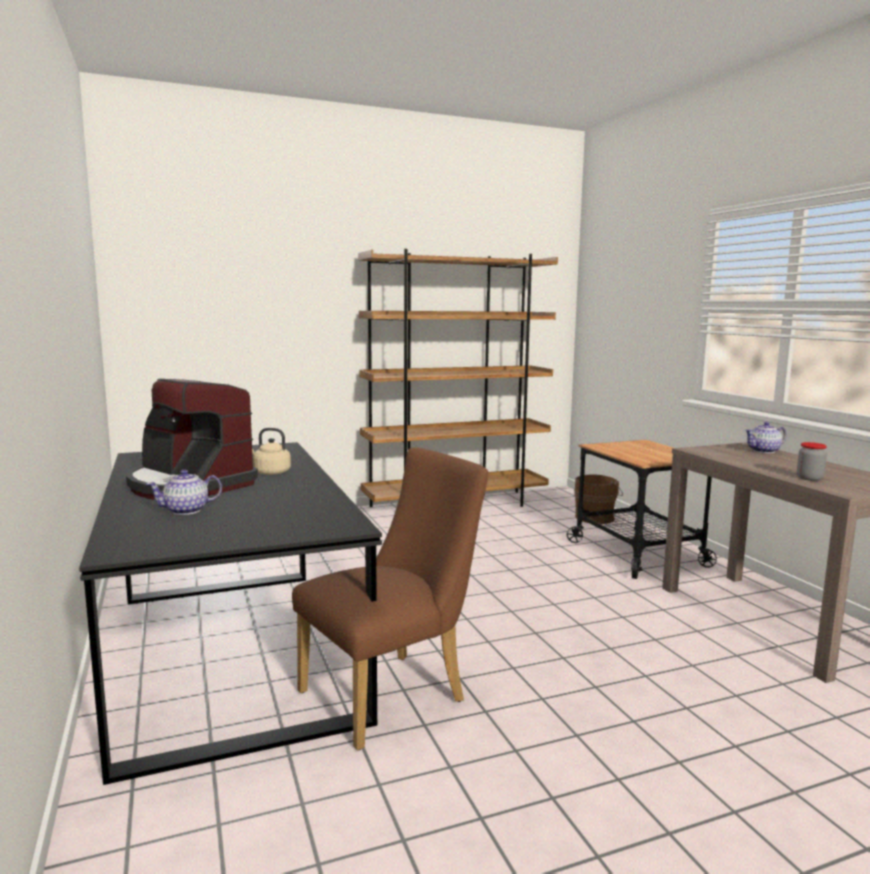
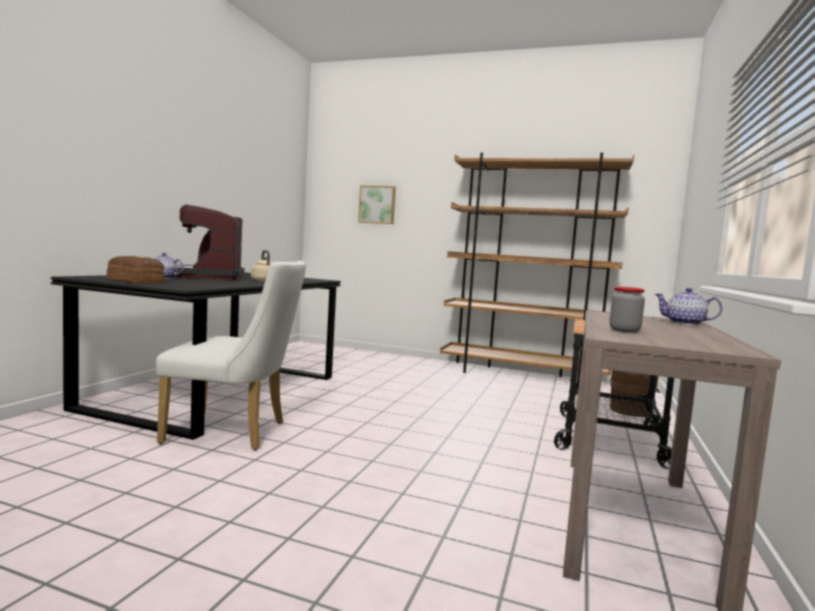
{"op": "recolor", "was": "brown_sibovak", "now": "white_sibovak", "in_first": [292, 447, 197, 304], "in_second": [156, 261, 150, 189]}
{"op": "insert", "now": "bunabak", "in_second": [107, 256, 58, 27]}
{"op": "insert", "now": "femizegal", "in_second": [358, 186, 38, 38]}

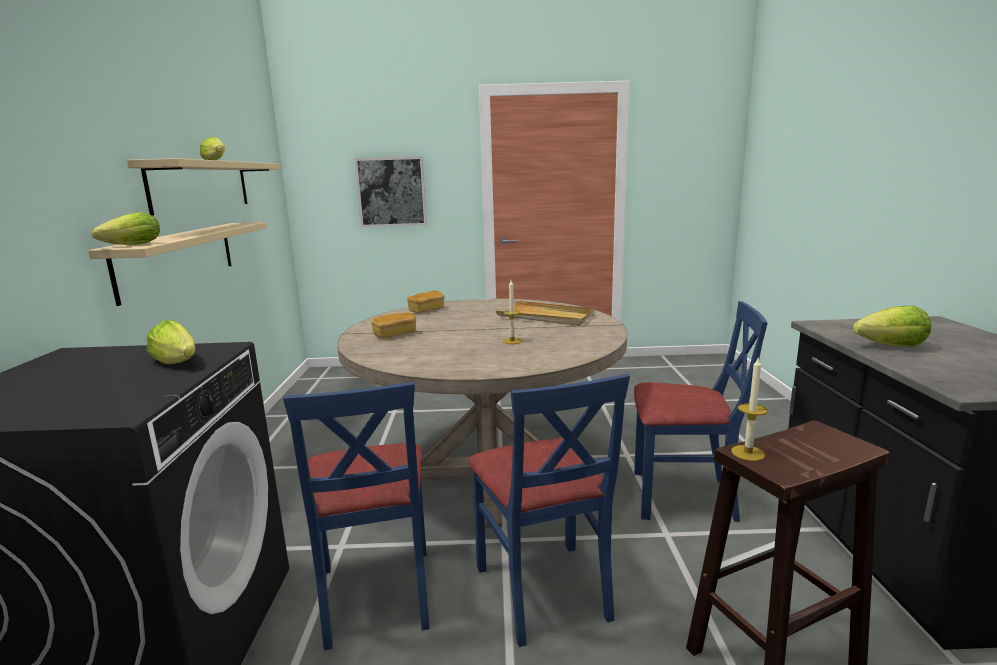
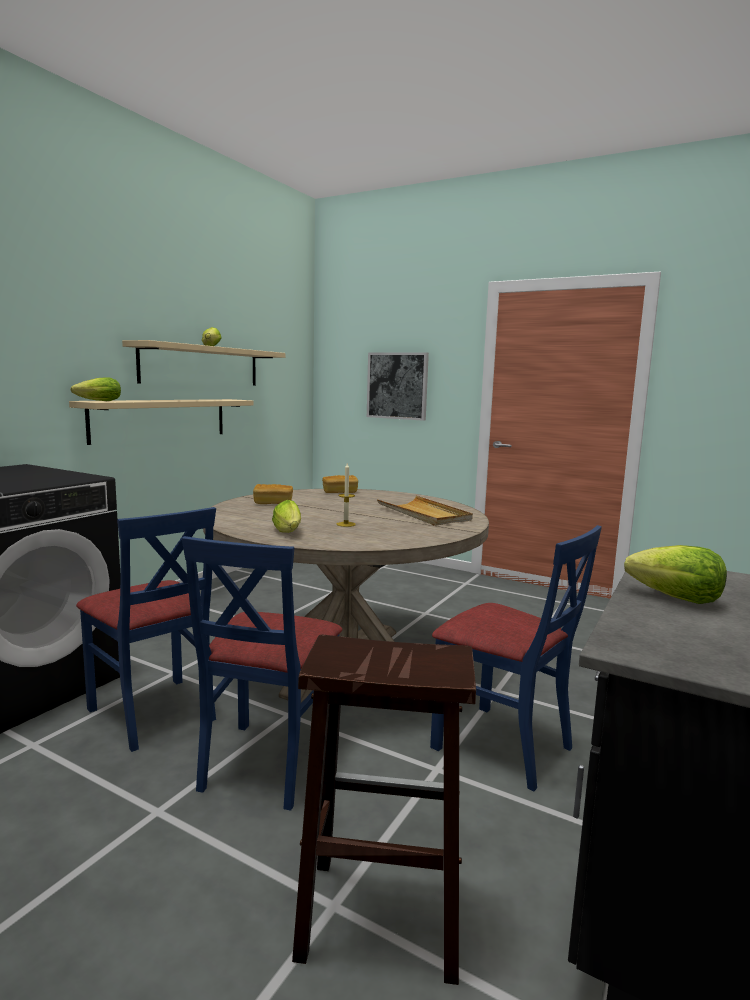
{"op": "move", "was": "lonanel", "in_first": [146, 320, 49, 44], "in_second": [272, 500, 29, 33]}
{"op": "rotate", "was": "blue_sibovak", "in_first": [283, 382, 147, 268], "in_second": [76, 507, 140, 245], "clockwise": -60}
{"op": "delete", "was": "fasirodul", "in_first": [731, 356, 37, 105]}

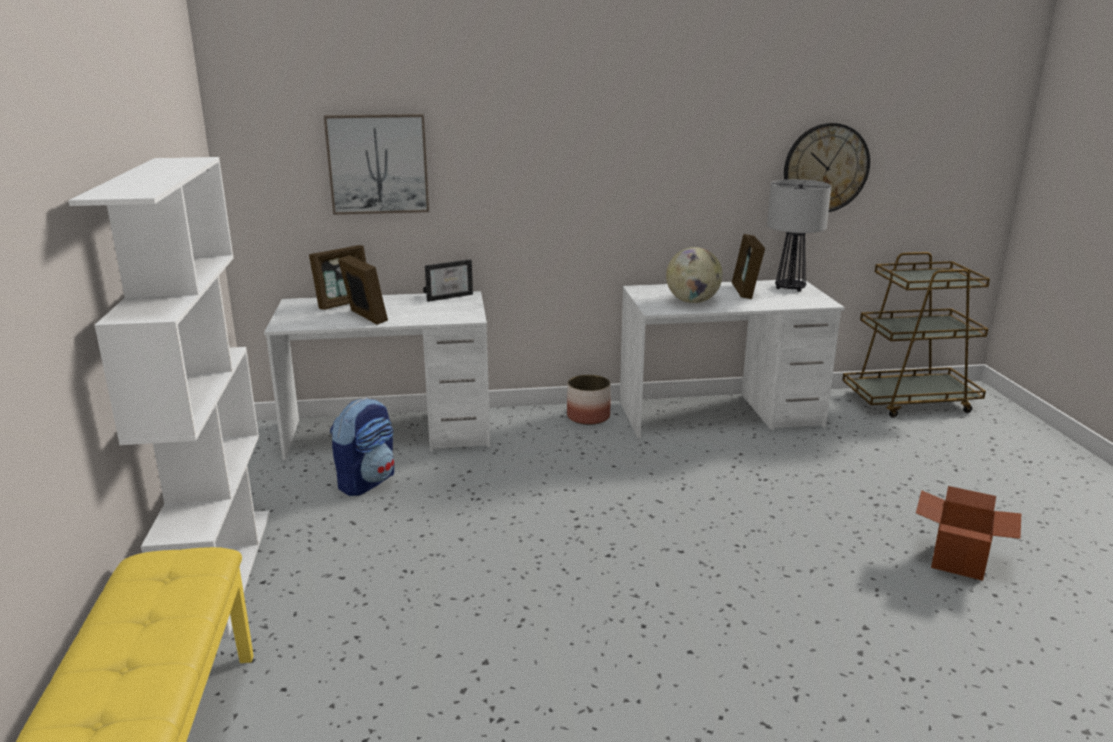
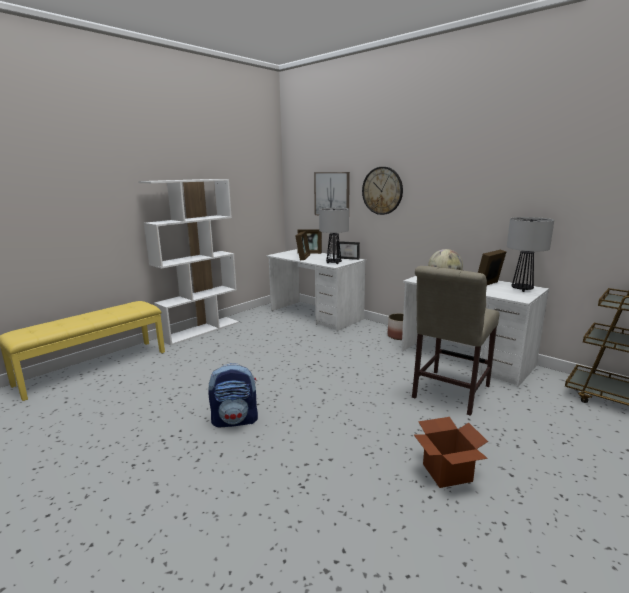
{"op": "move", "was": "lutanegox", "in_first": [330, 398, 64, 98], "in_second": [208, 363, 50, 64]}
{"op": "move", "was": "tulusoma", "in_first": [784, 123, 86, 89], "in_second": [362, 167, 41, 48]}
{"op": "insert", "now": "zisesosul", "in_second": [319, 208, 30, 56]}
{"op": "insert", "now": "beige_sibovak", "in_second": [412, 266, 87, 150]}

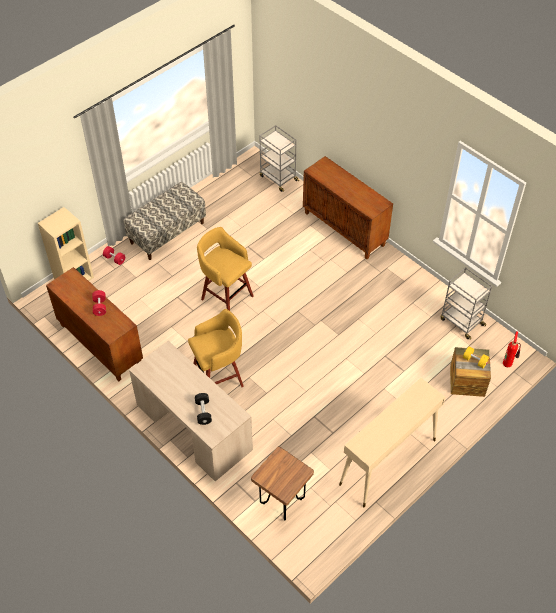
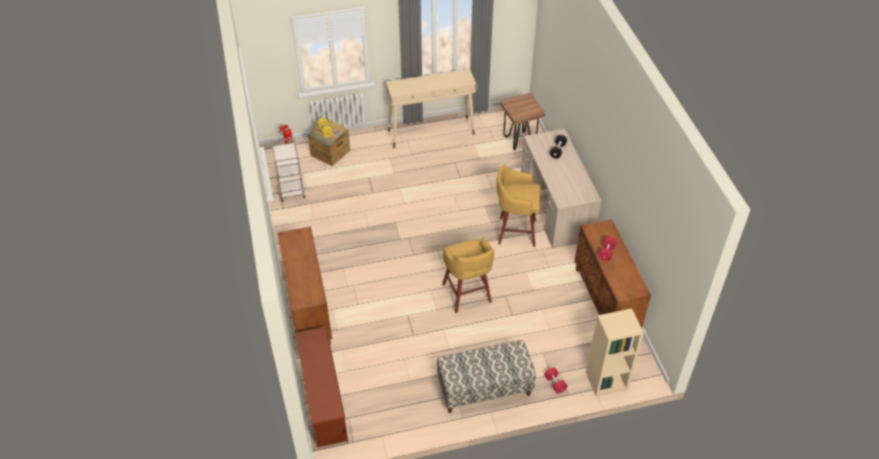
{"op": "replace", "was": "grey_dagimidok", "now": "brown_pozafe", "in_first": [259, 125, 40, 67], "in_second": [296, 327, 52, 120]}

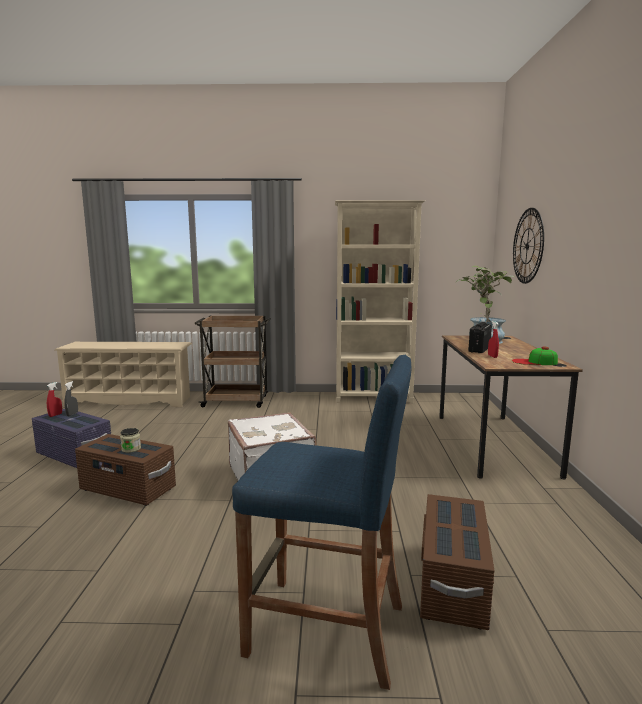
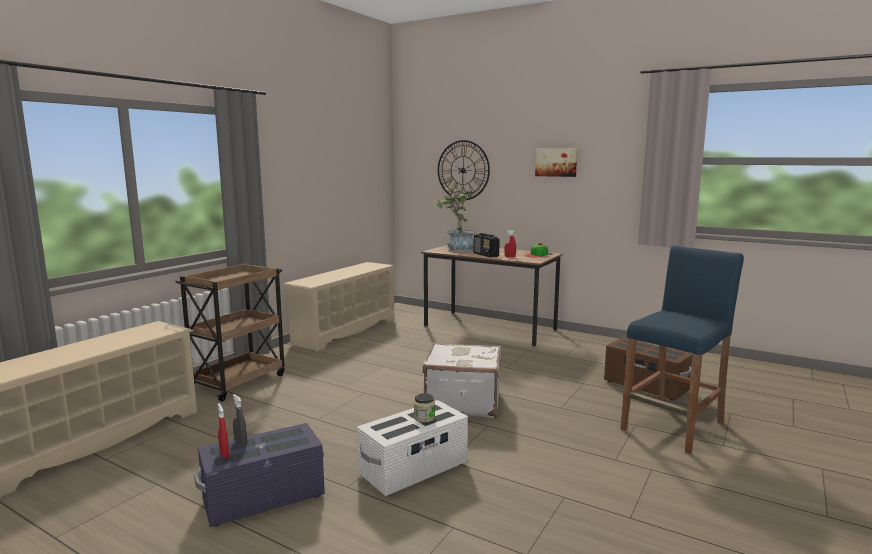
{"op": "recolor", "was": "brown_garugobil", "now": "white_garugobil", "in_first": [75, 434, 101, 72], "in_second": [357, 400, 111, 96]}
{"op": "replace", "was": "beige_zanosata", "now": "beige_pozafe", "in_first": [335, 200, 90, 203], "in_second": [282, 262, 113, 90]}
{"op": "insert", "now": "femizegal", "in_second": [535, 149, 43, 28]}

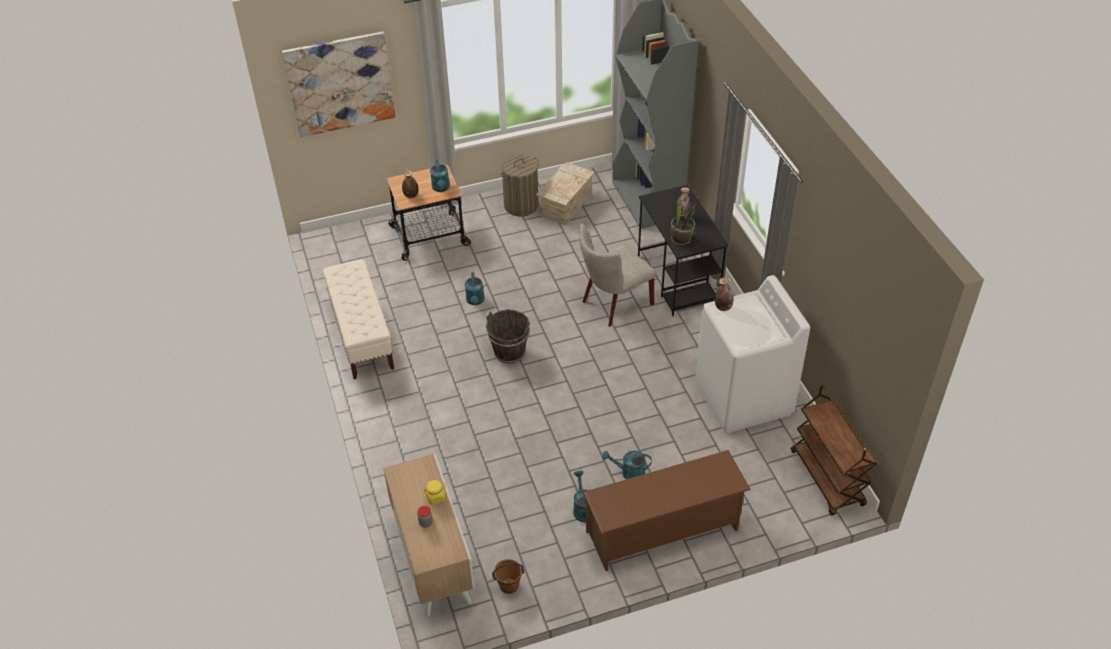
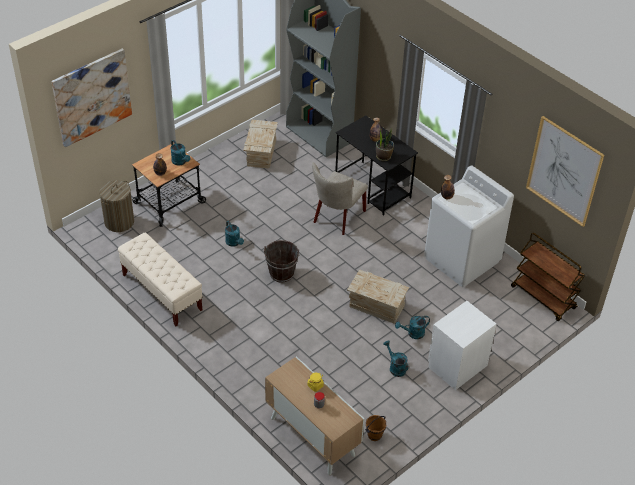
{"op": "move", "was": "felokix", "in_first": [500, 155, 39, 61], "in_second": [99, 180, 35, 52]}
{"op": "replace", "was": "brown_pozafe", "now": "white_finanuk", "in_first": [583, 450, 168, 121], "in_second": [428, 301, 68, 89]}
{"op": "insert", "now": "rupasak", "in_second": [347, 269, 62, 54]}
{"op": "insert", "now": "femizegal", "in_second": [526, 116, 78, 111]}

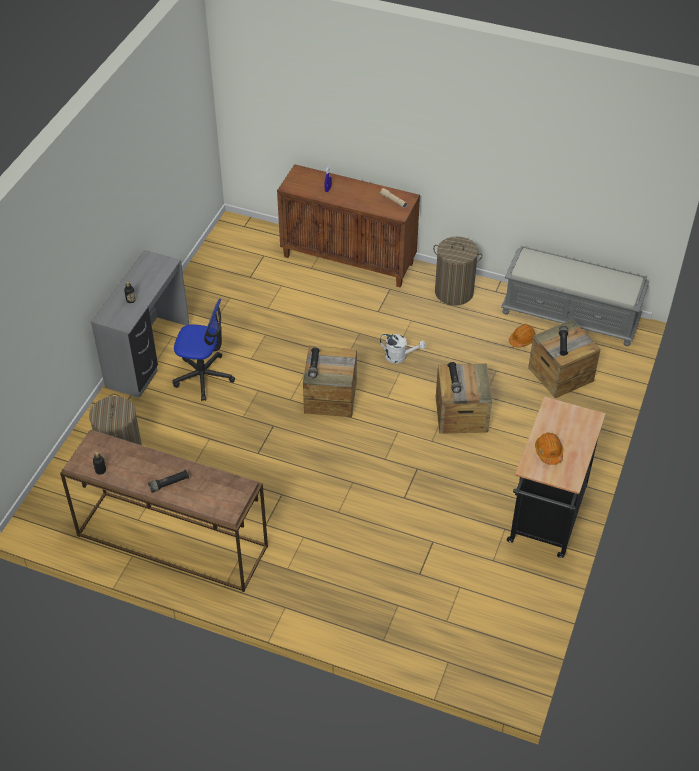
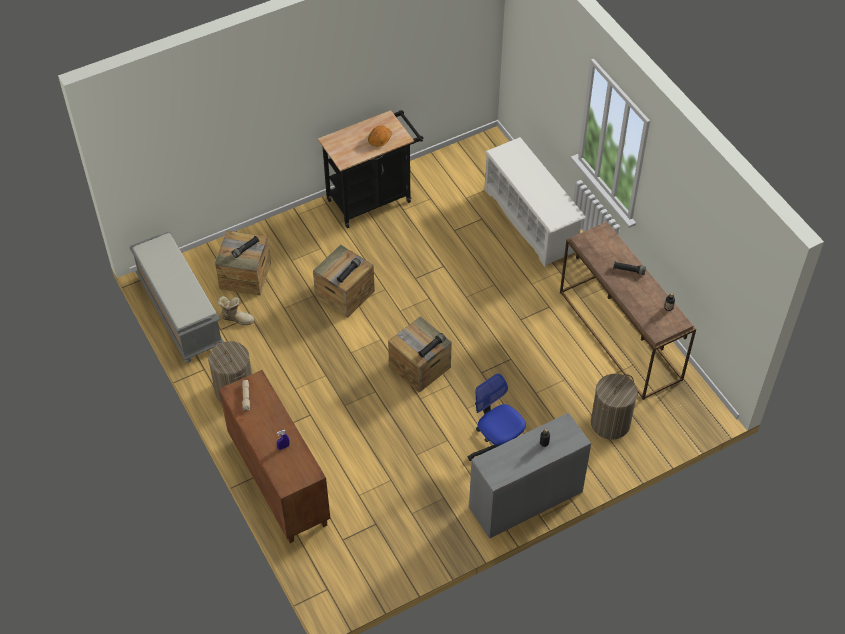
{"op": "delete", "was": "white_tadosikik", "in_first": [380, 334, 46, 30]}
{"op": "replace", "was": "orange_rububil", "now": "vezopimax", "in_first": [509, 324, 27, 24], "in_second": [217, 296, 37, 29]}
{"op": "insert", "now": "white_pozafe", "in_second": [485, 137, 101, 130]}

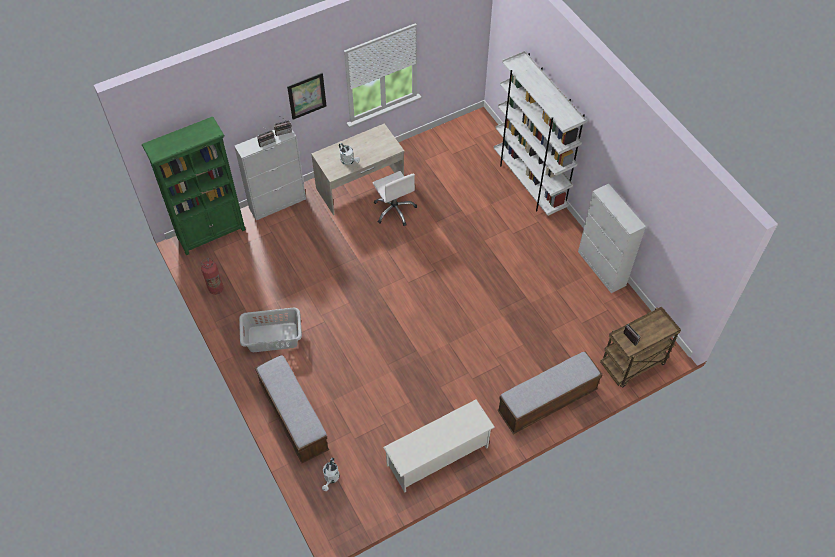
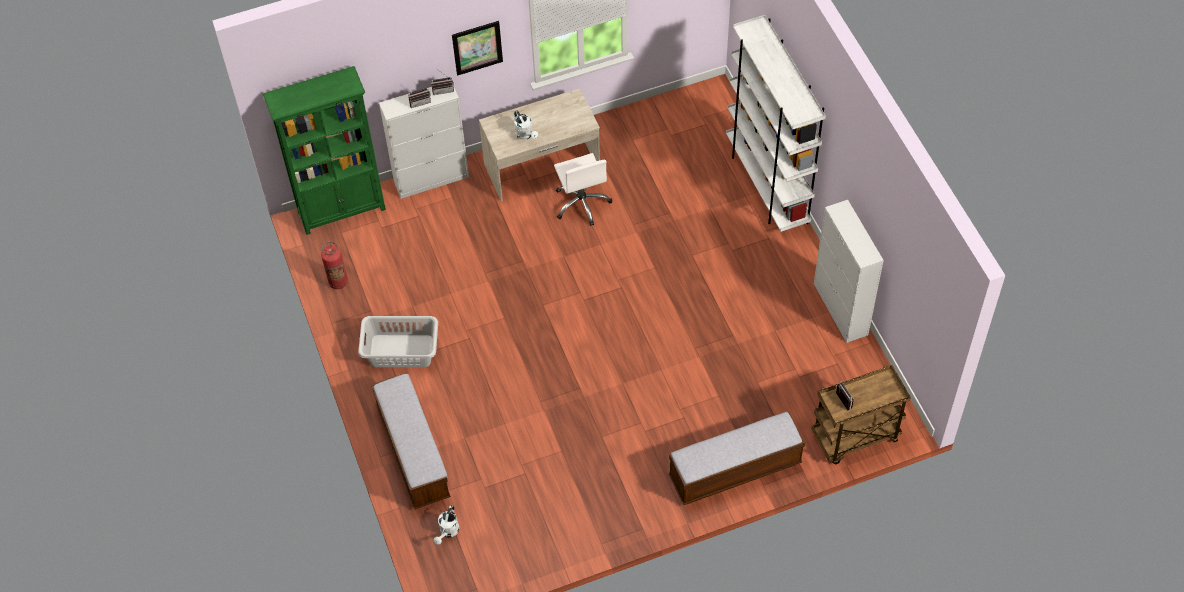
{"op": "delete", "was": "white_pozafe", "in_first": [383, 399, 112, 94]}

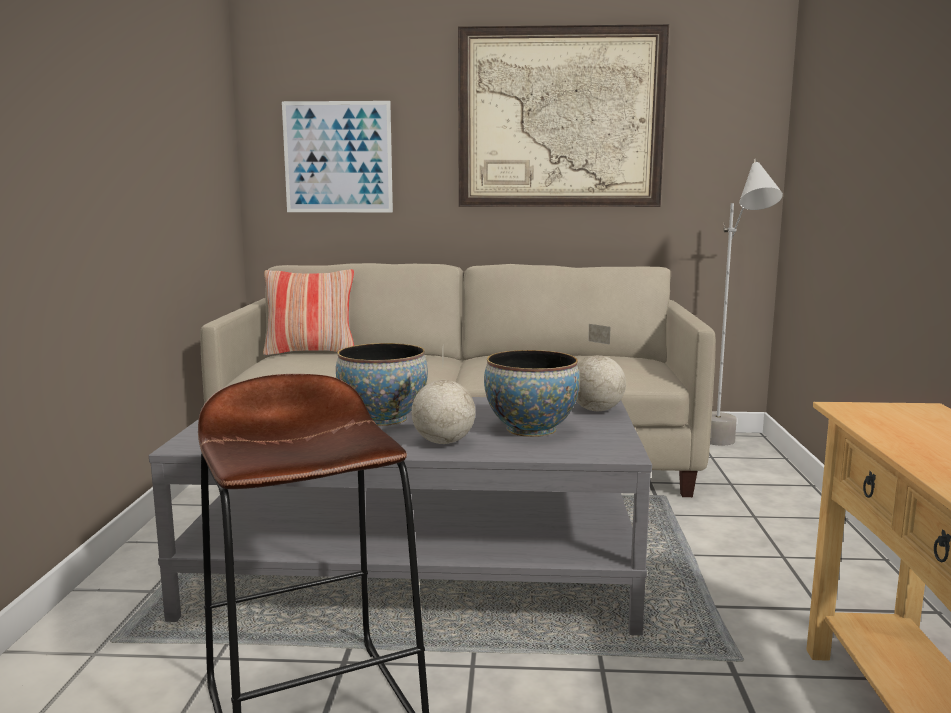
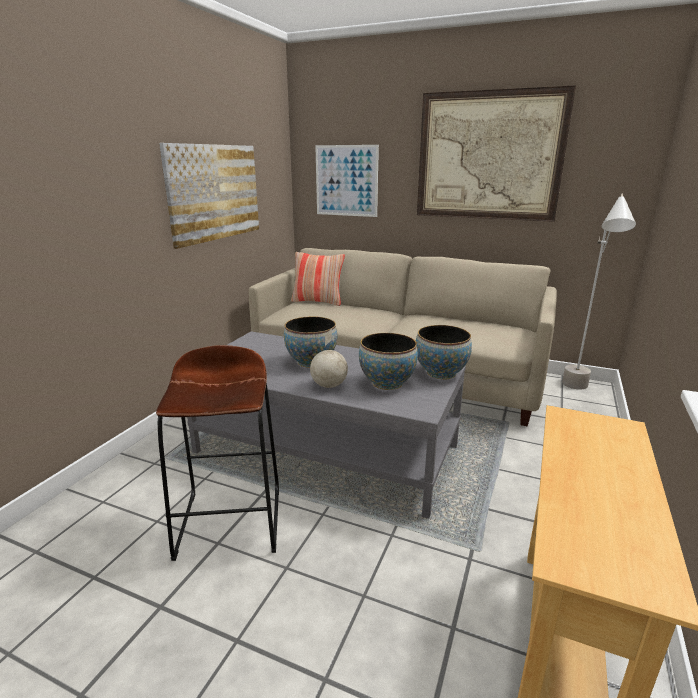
{"op": "replace", "was": "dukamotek", "now": "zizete", "in_first": [576, 324, 50, 87], "in_second": [416, 325, 56, 54]}
{"op": "insert", "now": "femizegal", "in_second": [159, 143, 100, 106]}

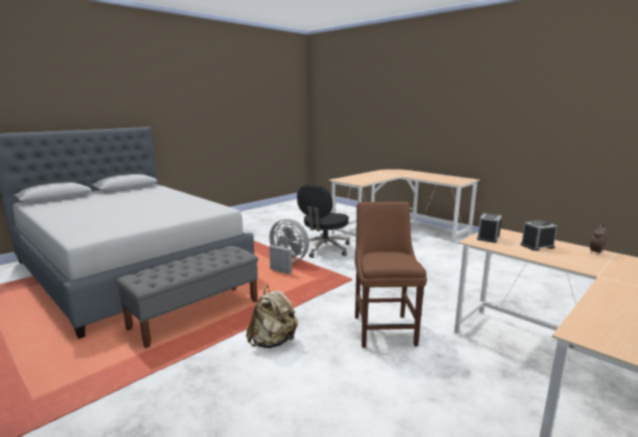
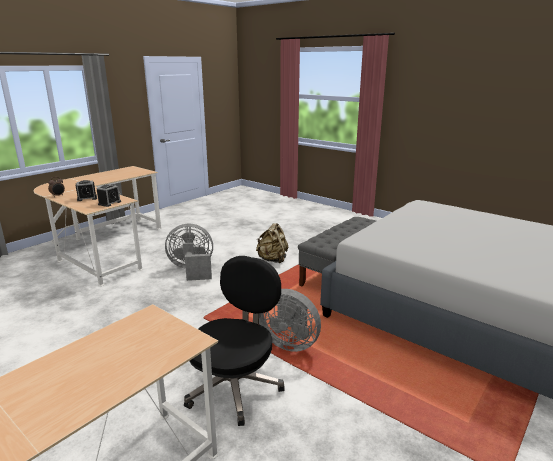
{"op": "replace", "was": "brown_sibovak", "now": "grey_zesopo", "in_first": [355, 202, 72, 146], "in_second": [165, 224, 48, 57]}

